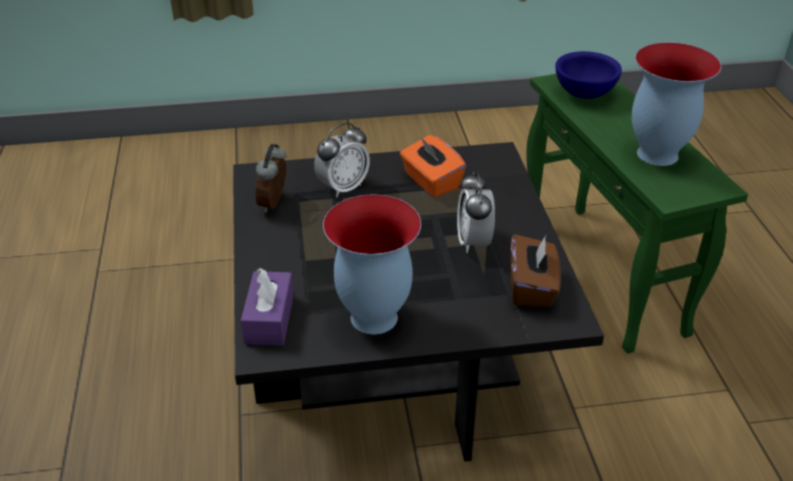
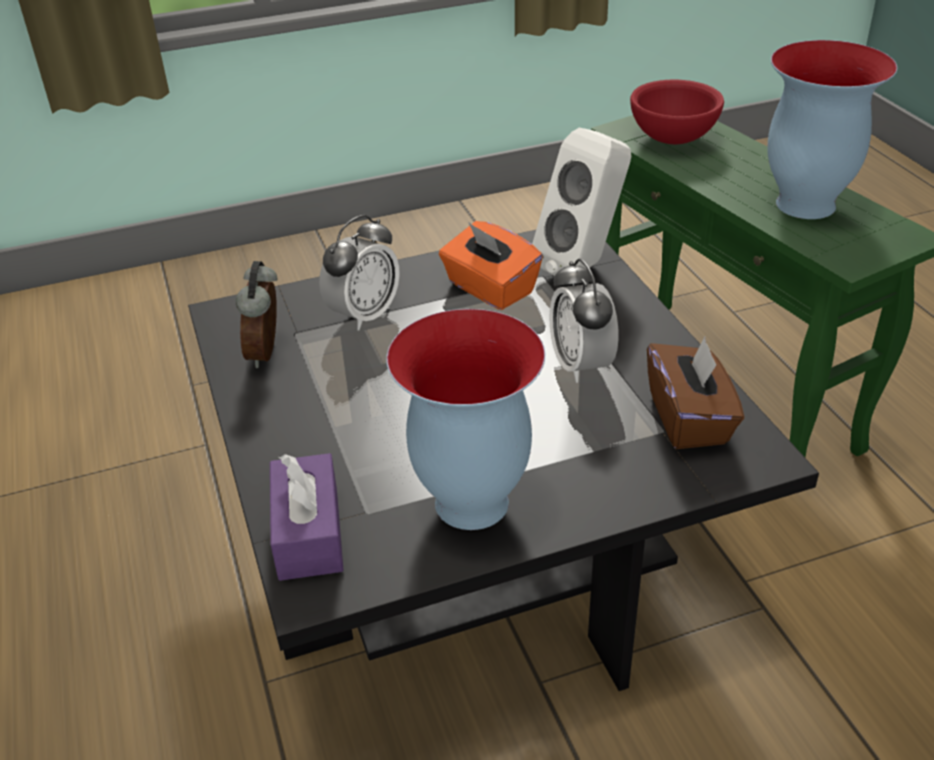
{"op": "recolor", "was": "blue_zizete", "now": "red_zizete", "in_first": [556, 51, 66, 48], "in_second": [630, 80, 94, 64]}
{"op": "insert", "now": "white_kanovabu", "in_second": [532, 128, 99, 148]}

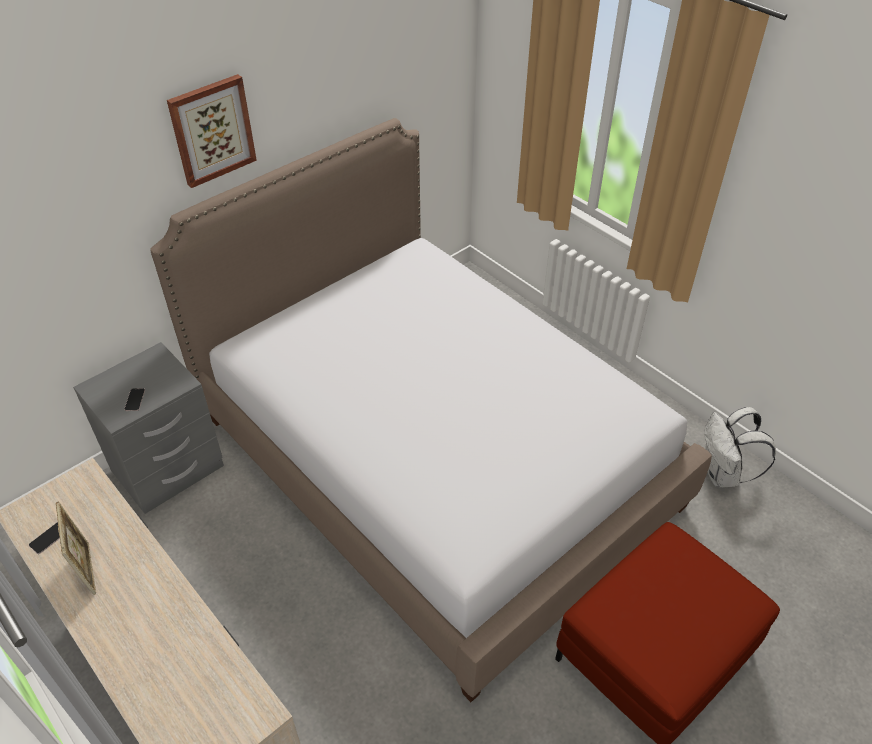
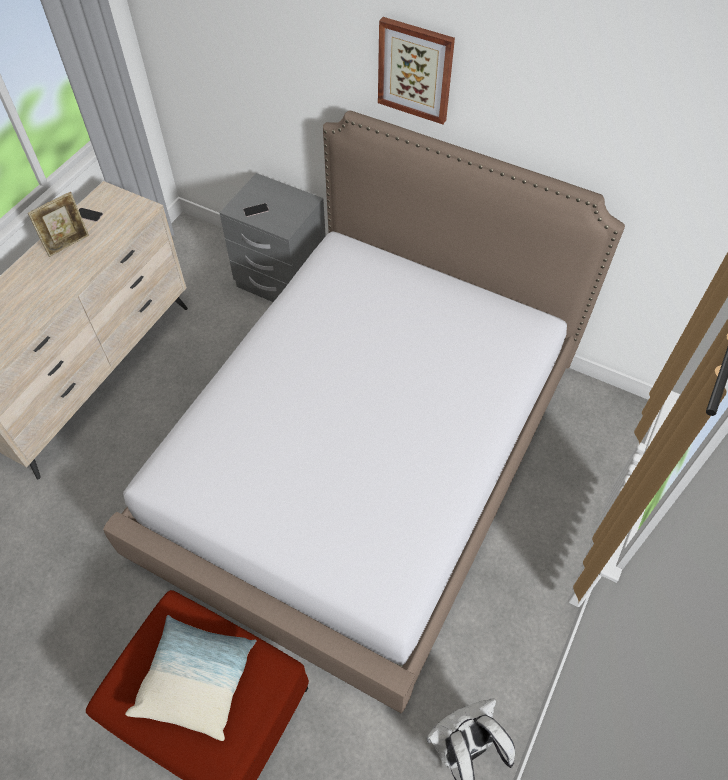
{"op": "insert", "now": "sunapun", "in_second": [125, 615, 131, 126]}

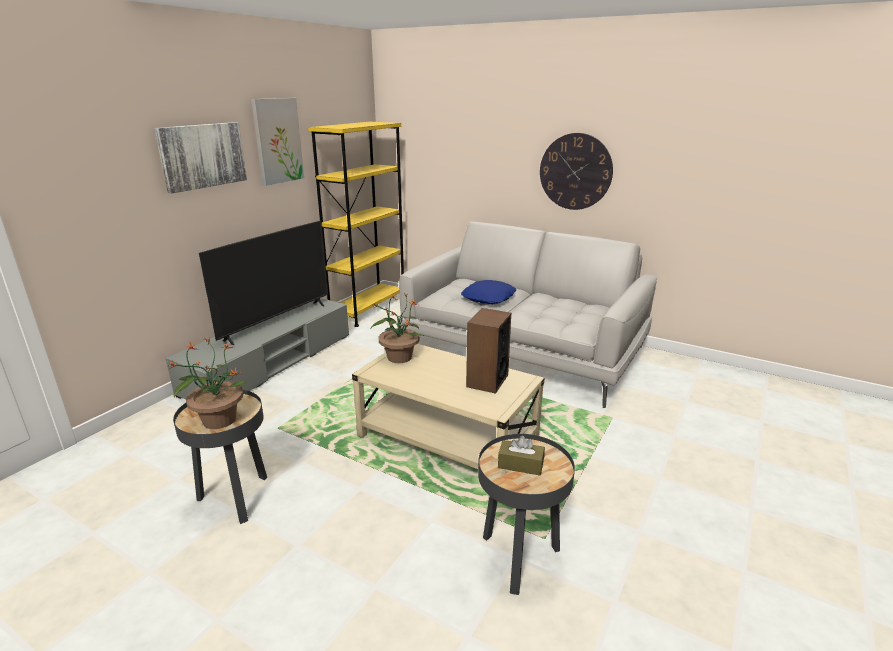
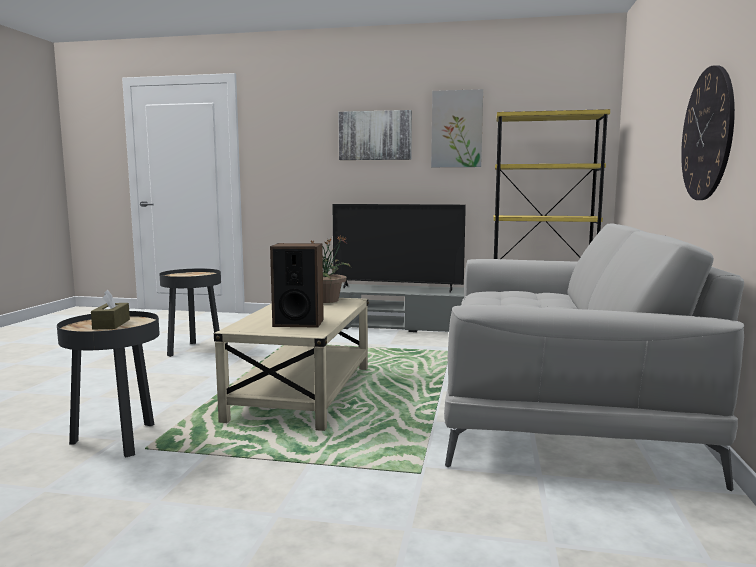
{"op": "delete", "was": "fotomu", "in_first": [167, 337, 80, 92]}
{"op": "delete", "was": "blue_sunapun", "in_first": [461, 280, 55, 24]}

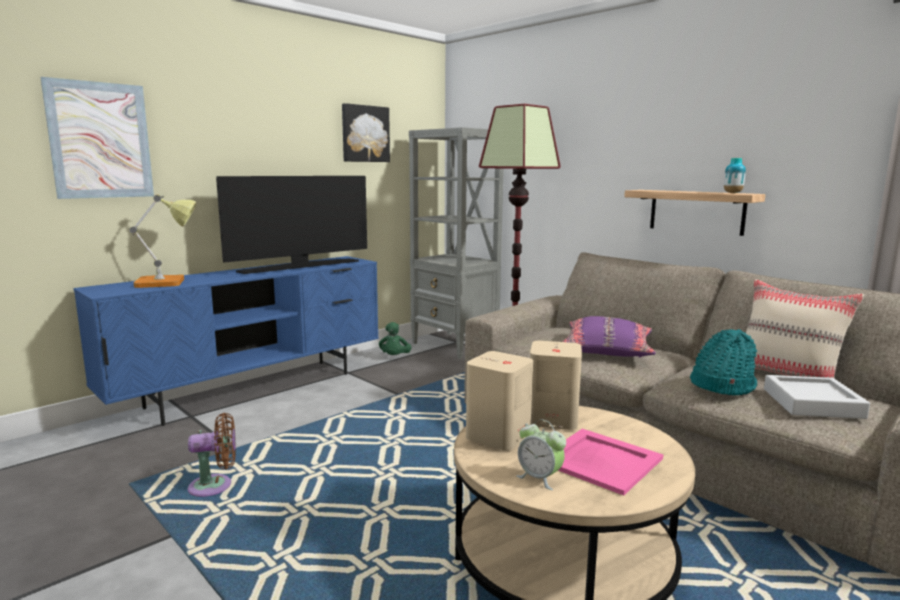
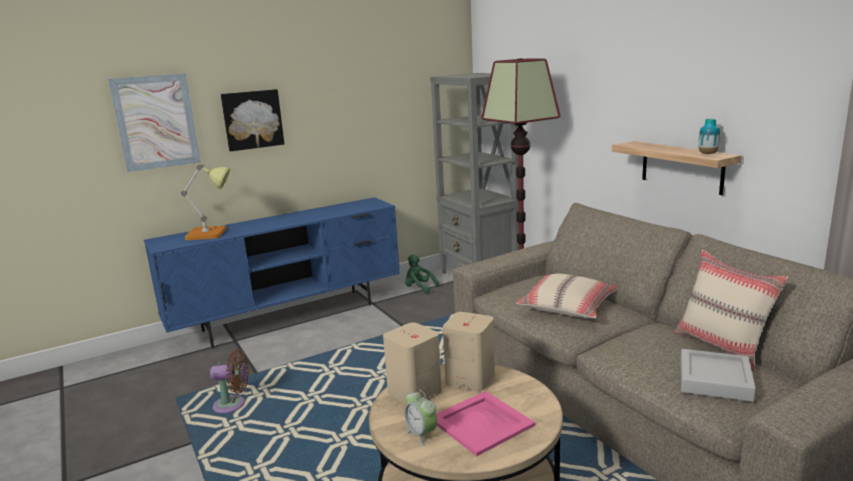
{"op": "delete", "was": "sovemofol", "in_first": [216, 176, 151, 98]}
{"op": "move", "was": "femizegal", "in_first": [342, 103, 48, 59], "in_second": [221, 89, 63, 62]}
{"op": "rotate", "was": "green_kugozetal", "in_first": [379, 322, 33, 33], "in_second": [405, 255, 34, 39], "clockwise": 105}
{"op": "recolor", "was": "purple_sunapun", "now": "beige_sunapun", "in_first": [563, 316, 93, 42], "in_second": [516, 274, 102, 45]}
{"op": "delete", "was": "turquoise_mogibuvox", "in_first": [690, 329, 67, 66]}

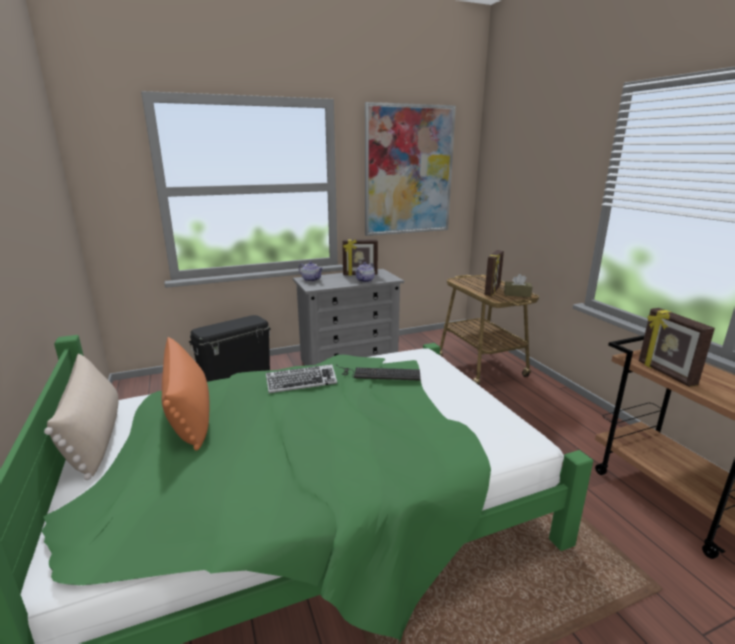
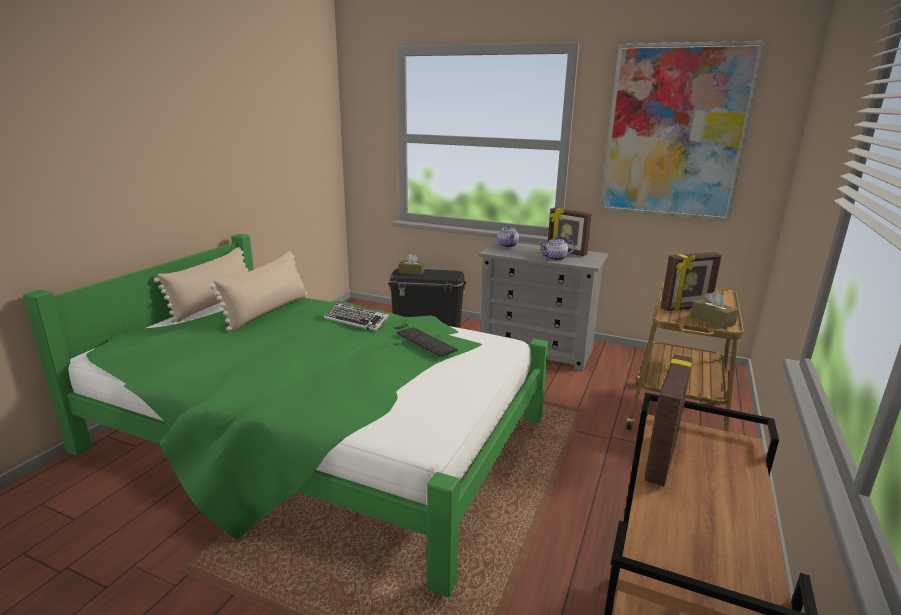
{"op": "recolor", "was": "orange_sunapun", "now": "beige_sunapun", "in_first": [162, 337, 47, 114], "in_second": [210, 251, 97, 80]}
{"op": "insert", "now": "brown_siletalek", "in_second": [399, 253, 25, 22]}

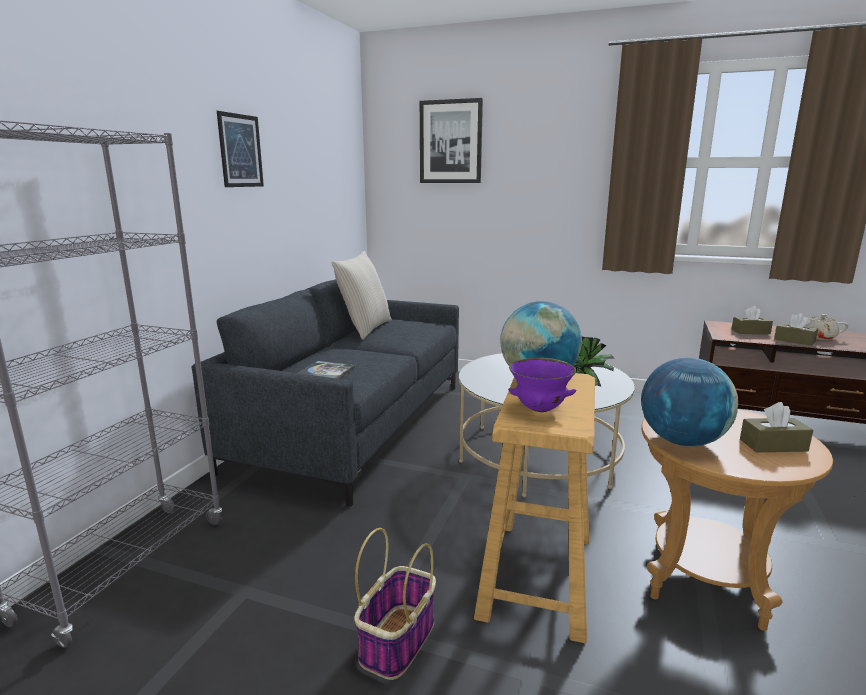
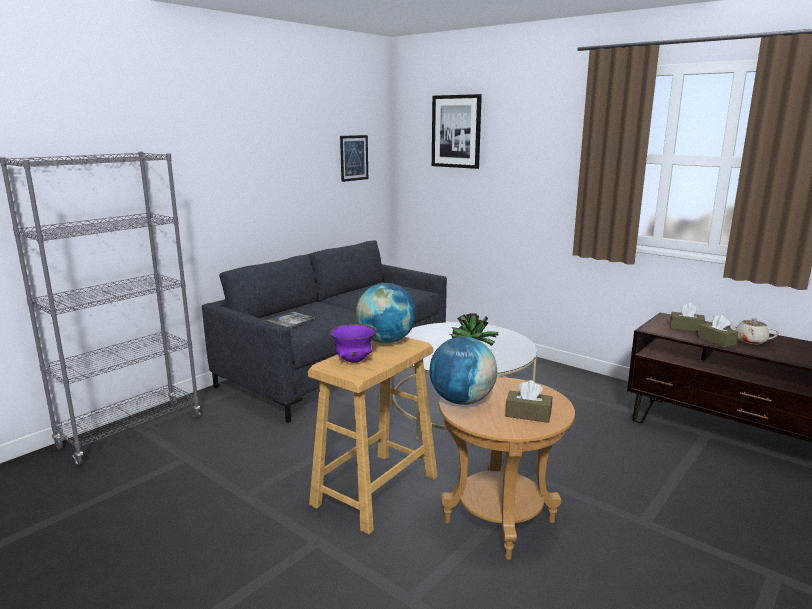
{"op": "move", "was": "femizegal", "in_first": [217, 111, 47, 76], "in_second": [340, 135, 28, 47]}
{"op": "delete", "was": "beige_sunapun", "in_first": [332, 251, 59, 89]}
{"op": "delete", "was": "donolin", "in_first": [354, 528, 82, 152]}

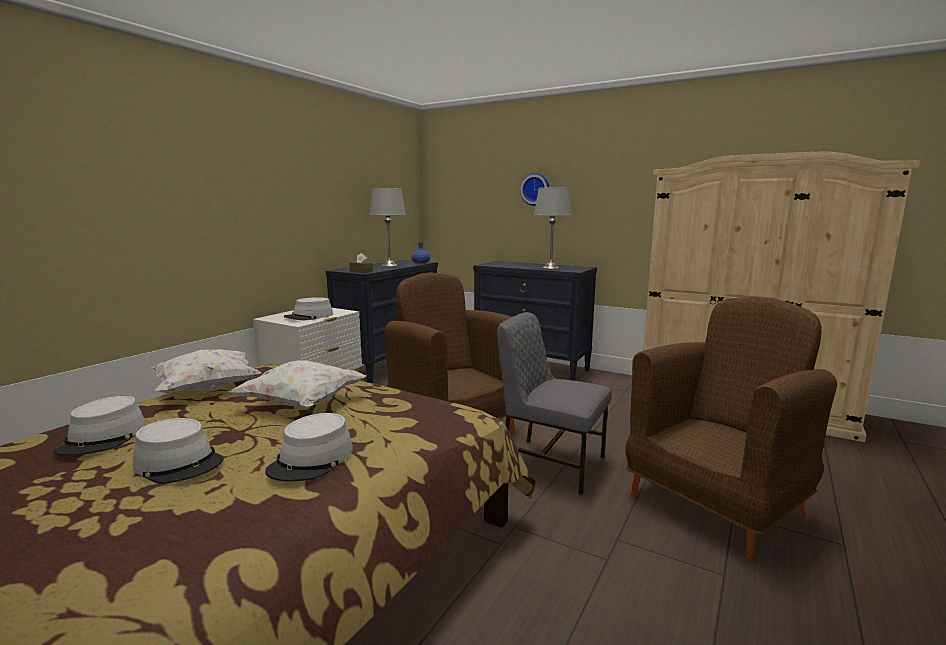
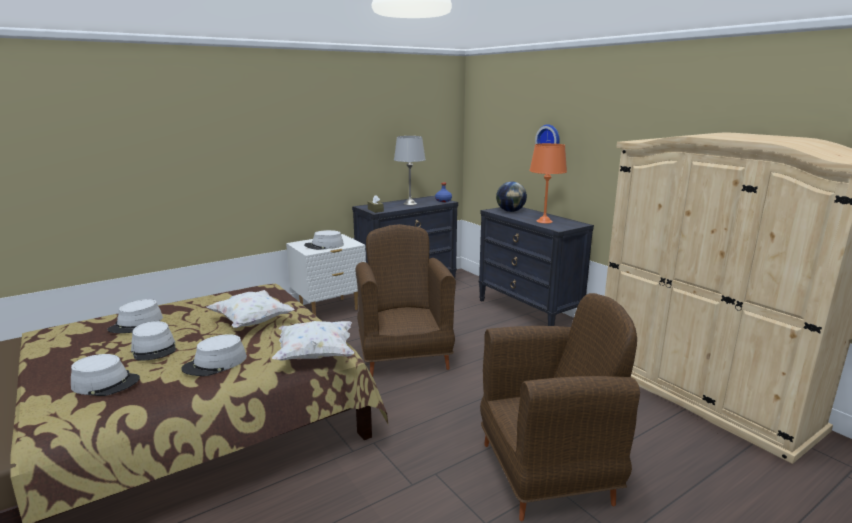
{"op": "move", "was": "white_sunapun", "in_first": [151, 349, 110, 44], "in_second": [272, 321, 82, 40]}
{"op": "delete", "was": "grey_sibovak", "in_first": [497, 312, 115, 183]}
{"op": "recolor", "was": "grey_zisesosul", "now": "orange_zisesosul", "in_first": [534, 187, 38, 82], "in_second": [529, 143, 38, 81]}
{"op": "insert", "now": "grey_mogibuvox", "in_second": [71, 354, 69, 42]}
{"op": "insert", "now": "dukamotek", "in_second": [496, 181, 31, 31]}

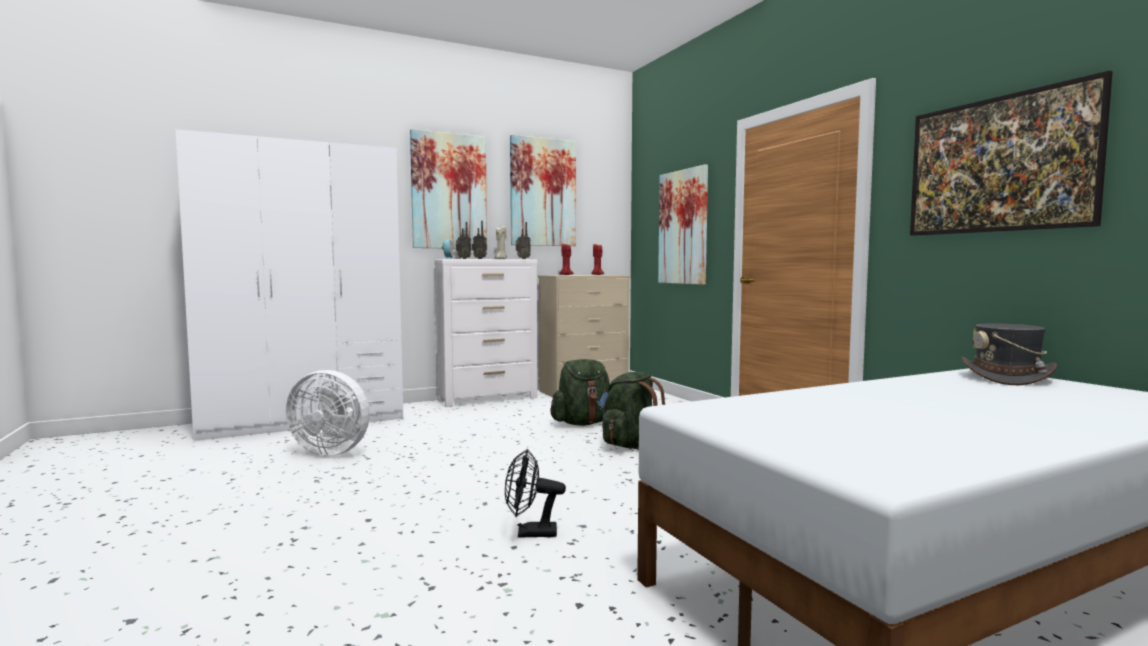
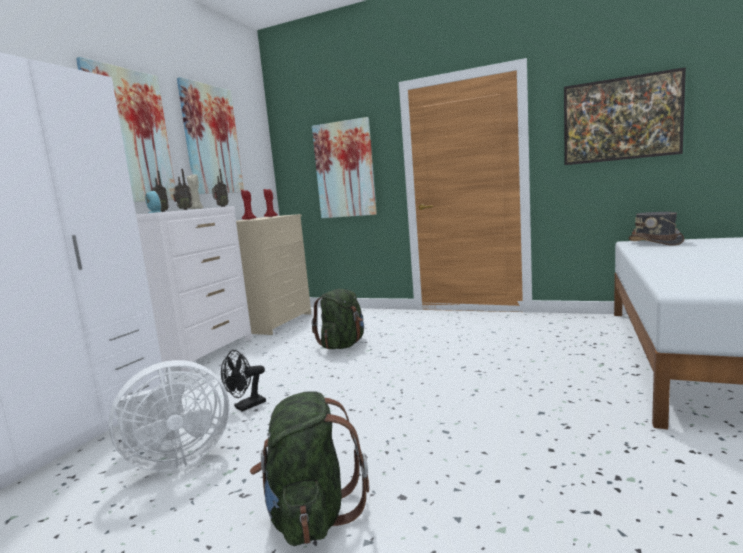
{"op": "move", "was": "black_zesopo", "in_first": [505, 449, 61, 89], "in_second": [221, 350, 45, 62]}
{"op": "move", "was": "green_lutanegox", "in_first": [602, 372, 63, 78], "in_second": [250, 391, 119, 155]}

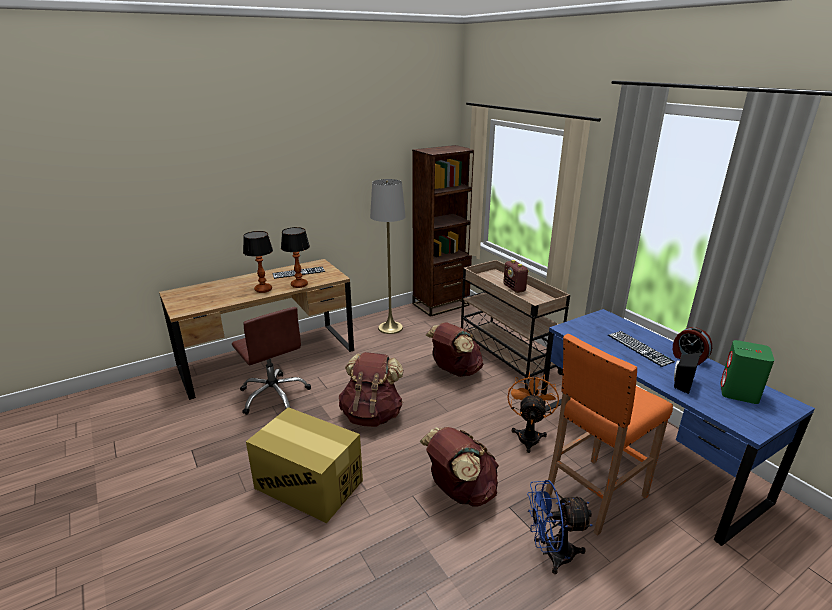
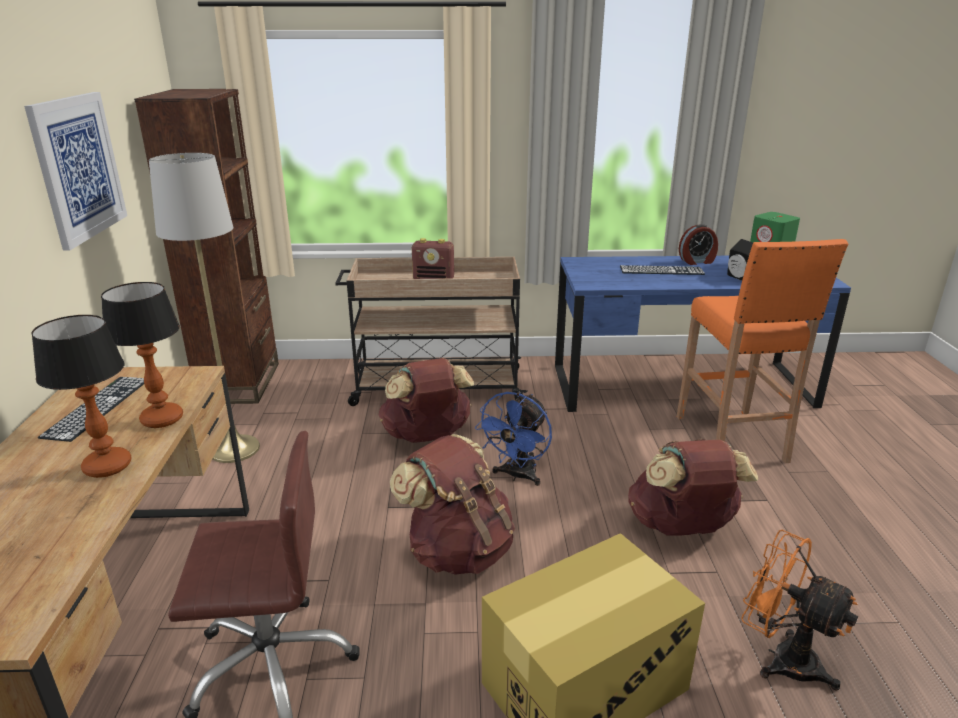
{"op": "move", "was": "orange_zesopo", "in_first": [508, 372, 51, 81], "in_second": [741, 530, 117, 161]}
{"op": "move", "was": "blue_zesopo", "in_first": [527, 480, 65, 94], "in_second": [475, 392, 77, 94]}
{"op": "insert", "now": "femizegal", "in_second": [24, 92, 103, 159]}

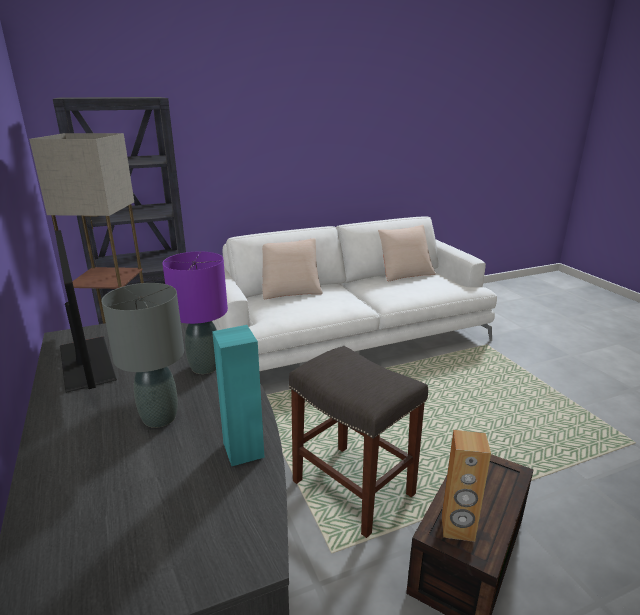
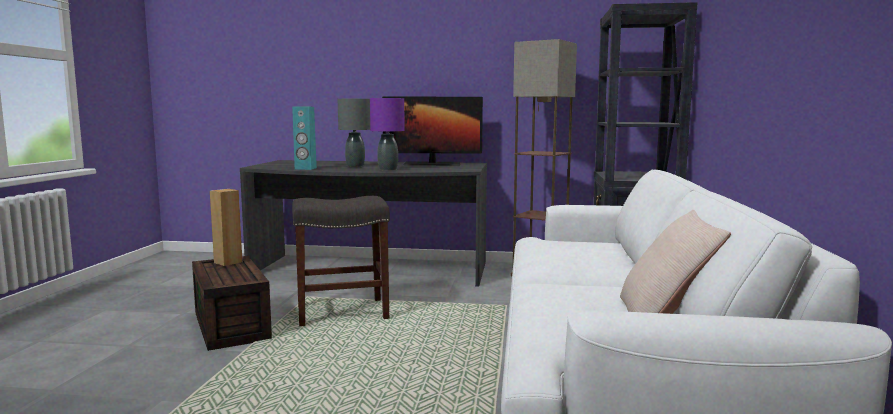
{"op": "delete", "was": "beige_sunapun", "in_first": [262, 238, 61, 61]}

